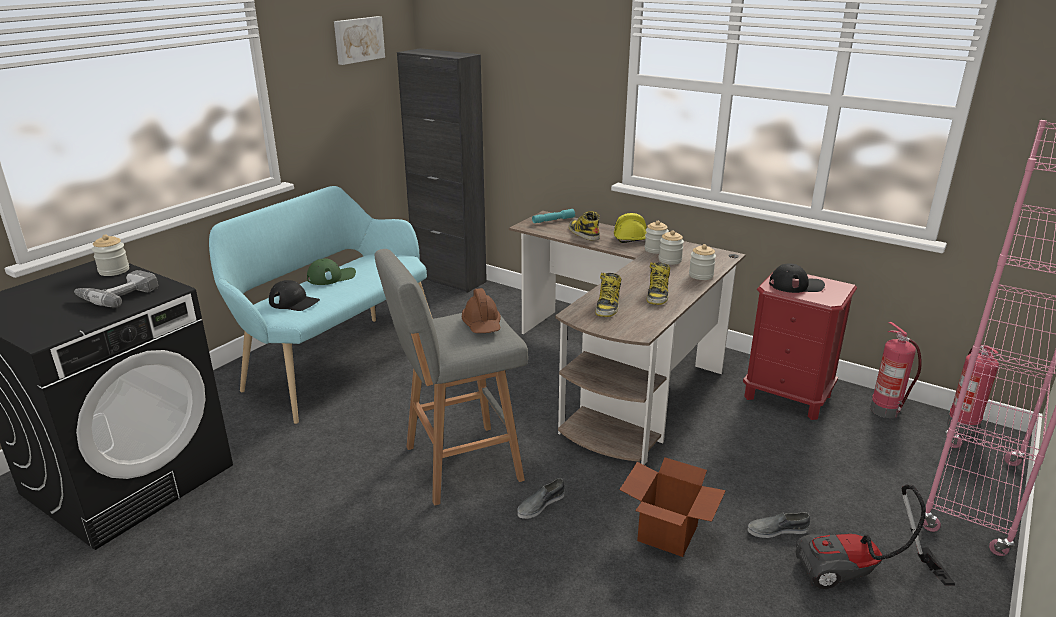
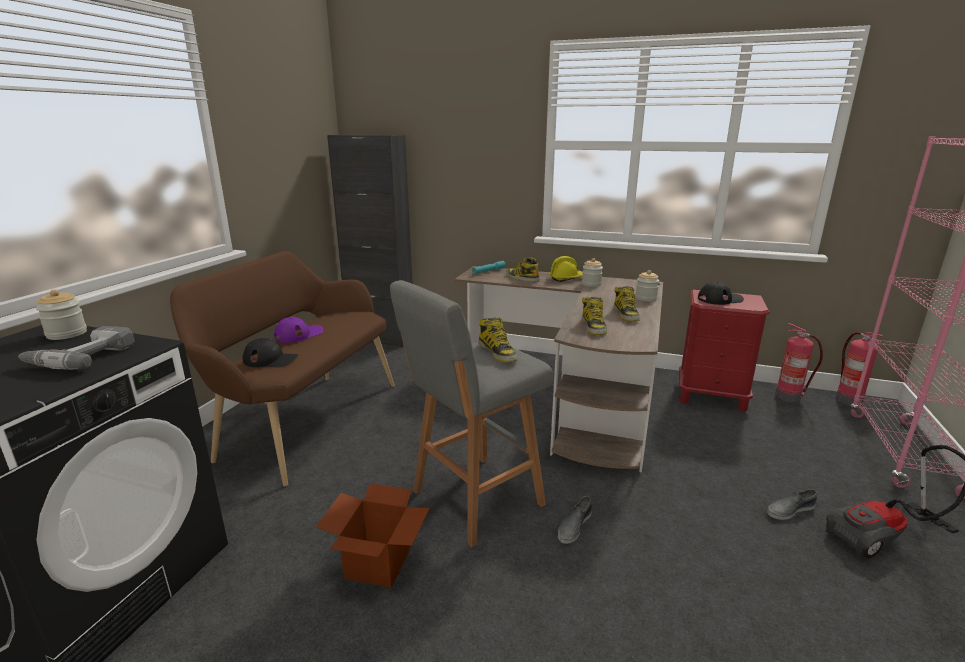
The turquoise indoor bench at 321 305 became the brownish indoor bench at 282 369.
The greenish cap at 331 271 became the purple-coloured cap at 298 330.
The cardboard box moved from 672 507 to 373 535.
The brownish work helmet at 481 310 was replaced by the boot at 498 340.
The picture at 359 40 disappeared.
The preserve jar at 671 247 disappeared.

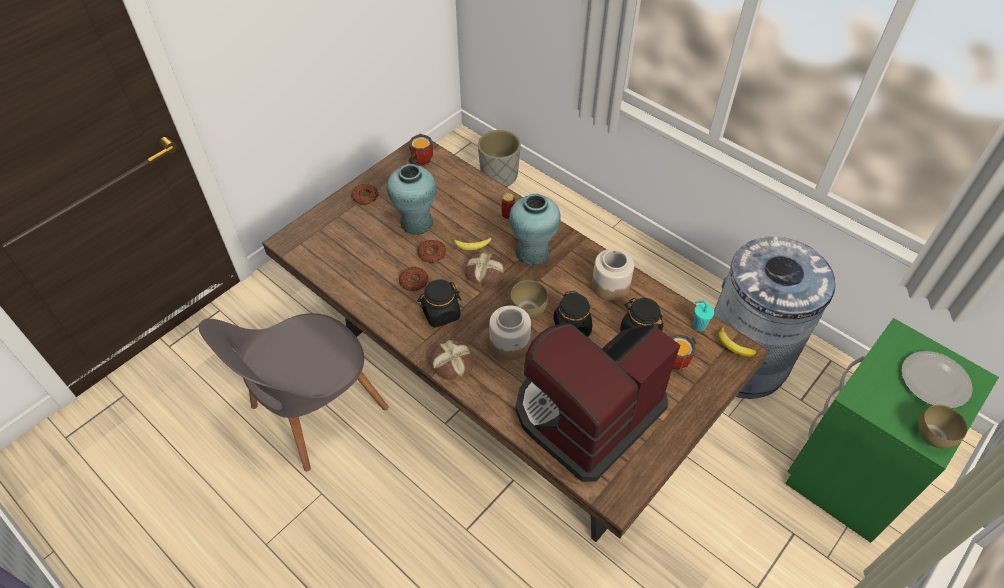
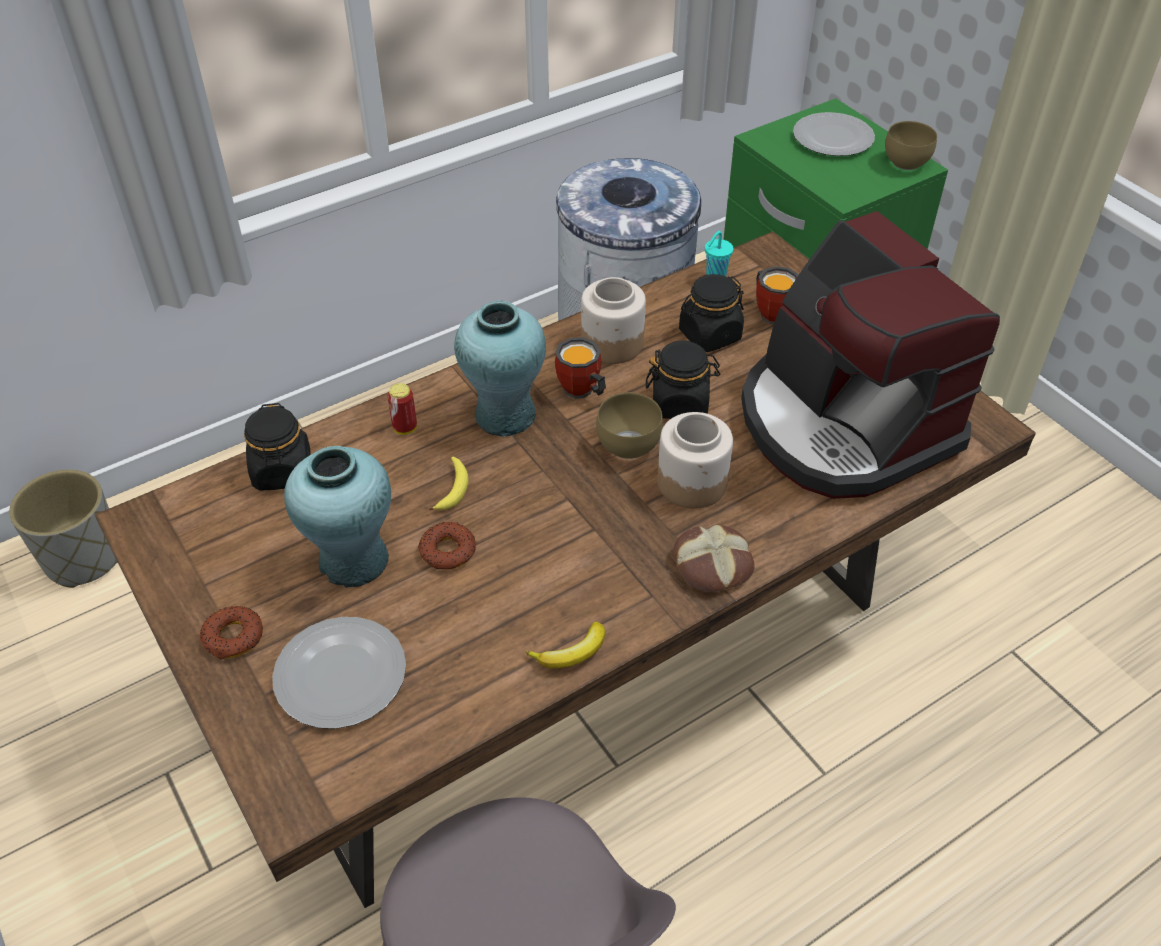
The blackish preserve jar moved from 439 303 to 277 447.
The dinner plate at 339 673 appeared.
The banana fruit moved from 737 342 to 565 645.
The coffee mug moved from 420 150 to 580 368.
The ring doughnut at 413 279 disappeared.
The bakery bread at 484 269 disappeared.

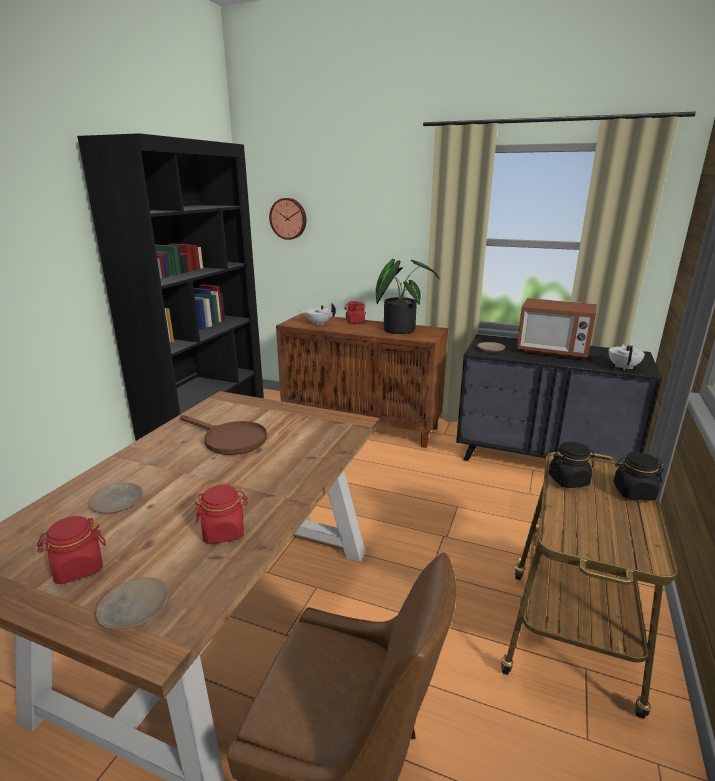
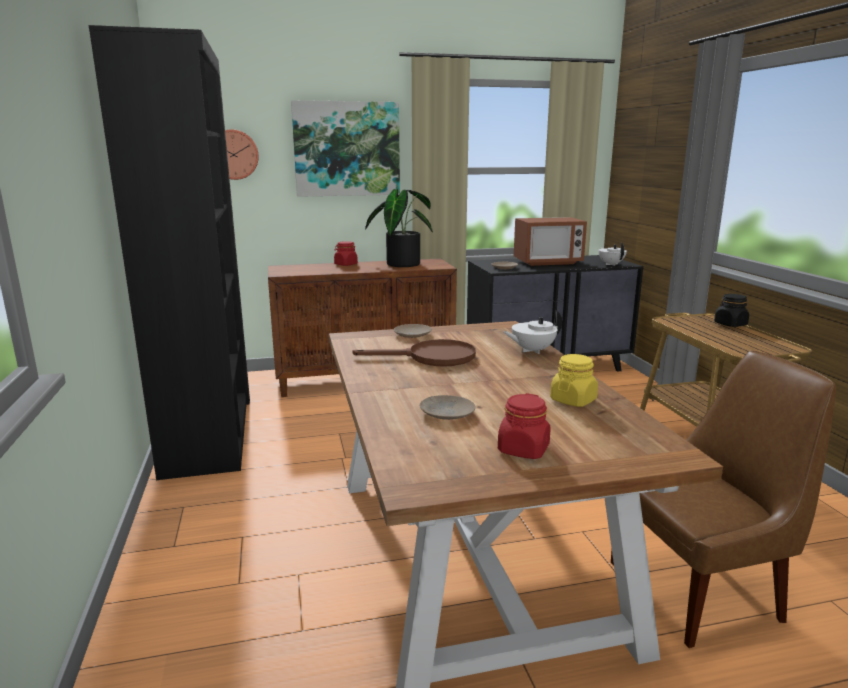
The picture at 345 148 appeared.
The sand-coloured dinner plate moved from 132 603 to 413 331.
The white-coloured pot for tea moved from 318 314 to 532 332.
The red-coloured preserve jar at 221 514 became the yellowish preserve jar at 574 380.
The blackish preserve jar at 571 464 disappeared.

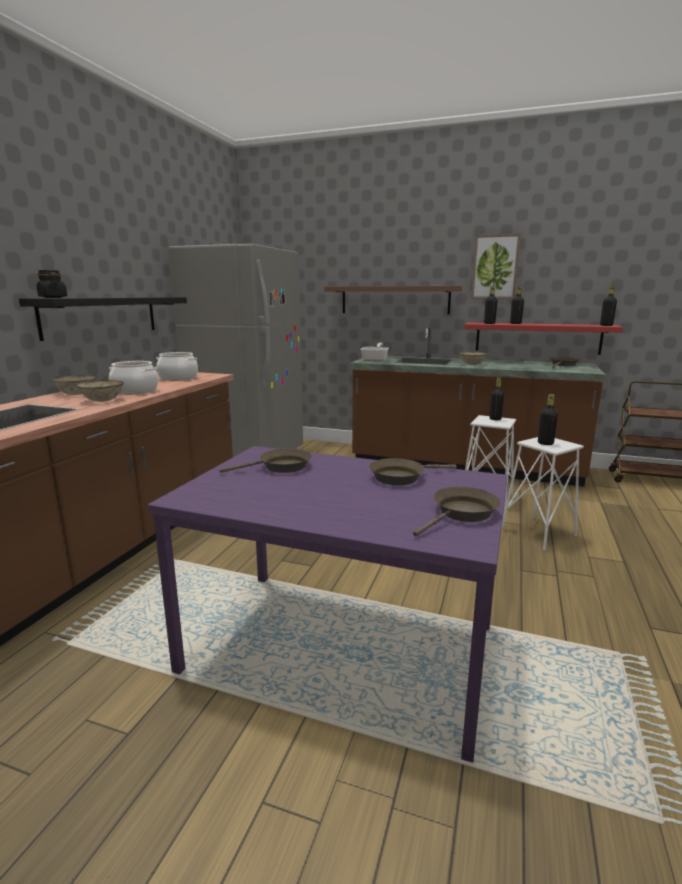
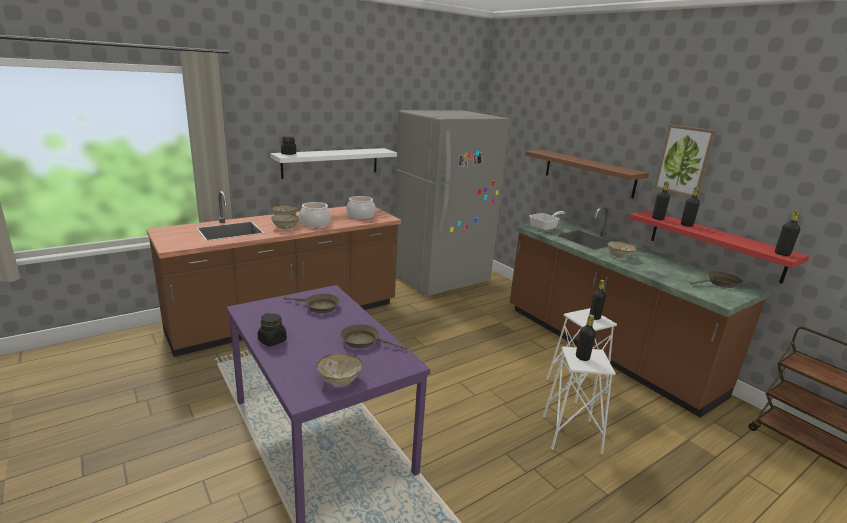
The blackish preserve jar at 272 329 appeared.
The blackish wall shelf at 103 319 became the white-coloured wall shelf at 333 163.
The brownish skillet at 457 511 was replaced by the bowl at 339 369.

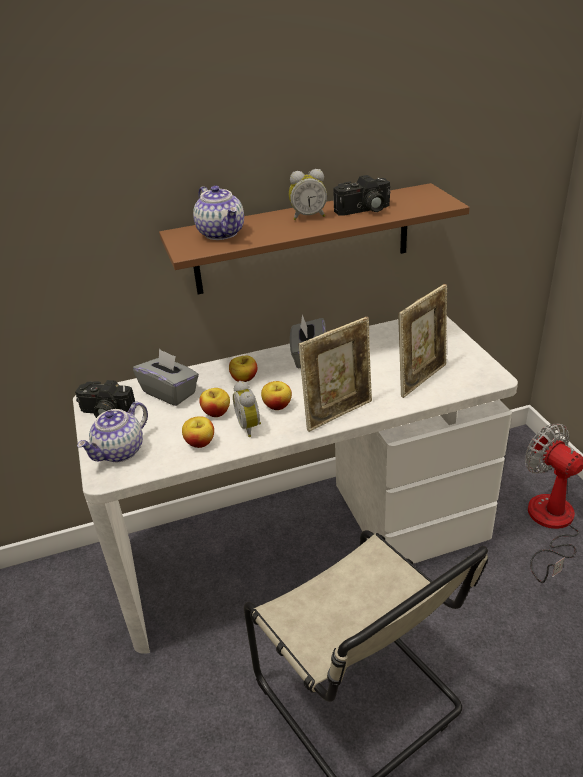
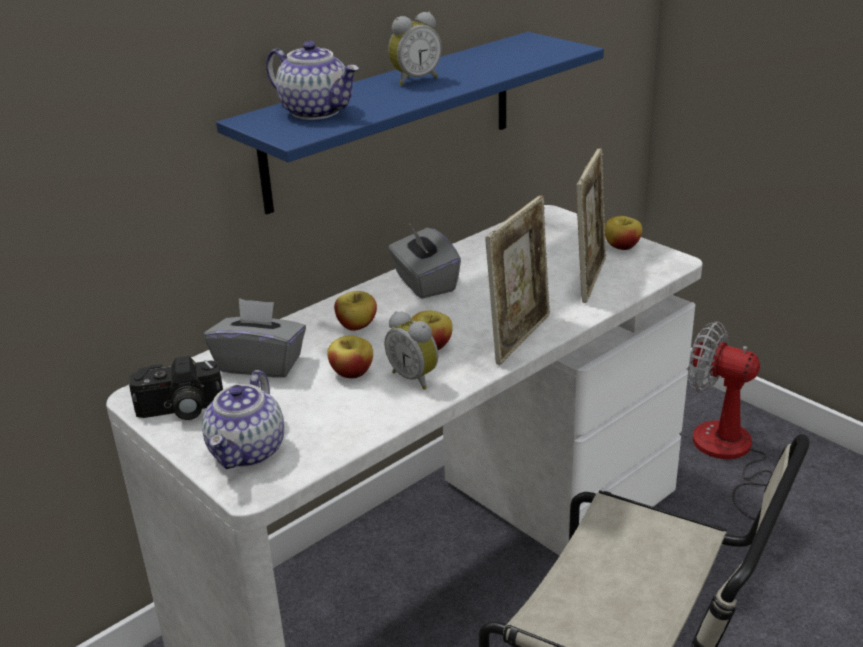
The brownish wall shelf at 314 238 became the blue wall shelf at 410 123.
The whole apple moved from 198 432 to 623 233.
The still camera at 361 195 disappeared.

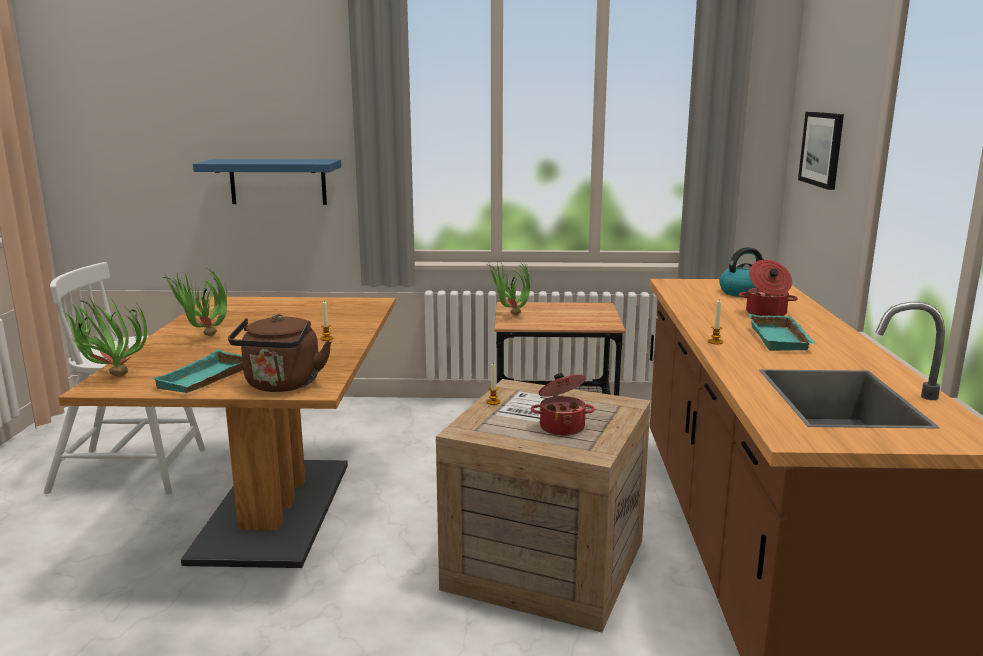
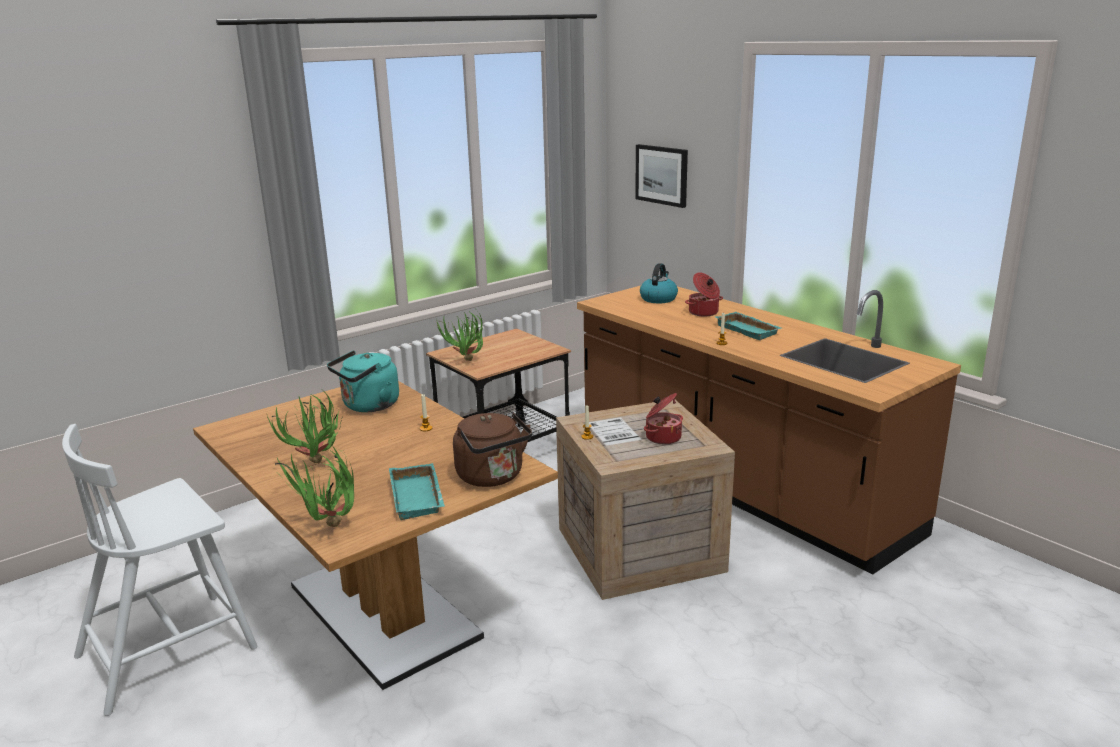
The turquoise kettle at 363 381 appeared.
The blue wall shelf at 267 182 disappeared.

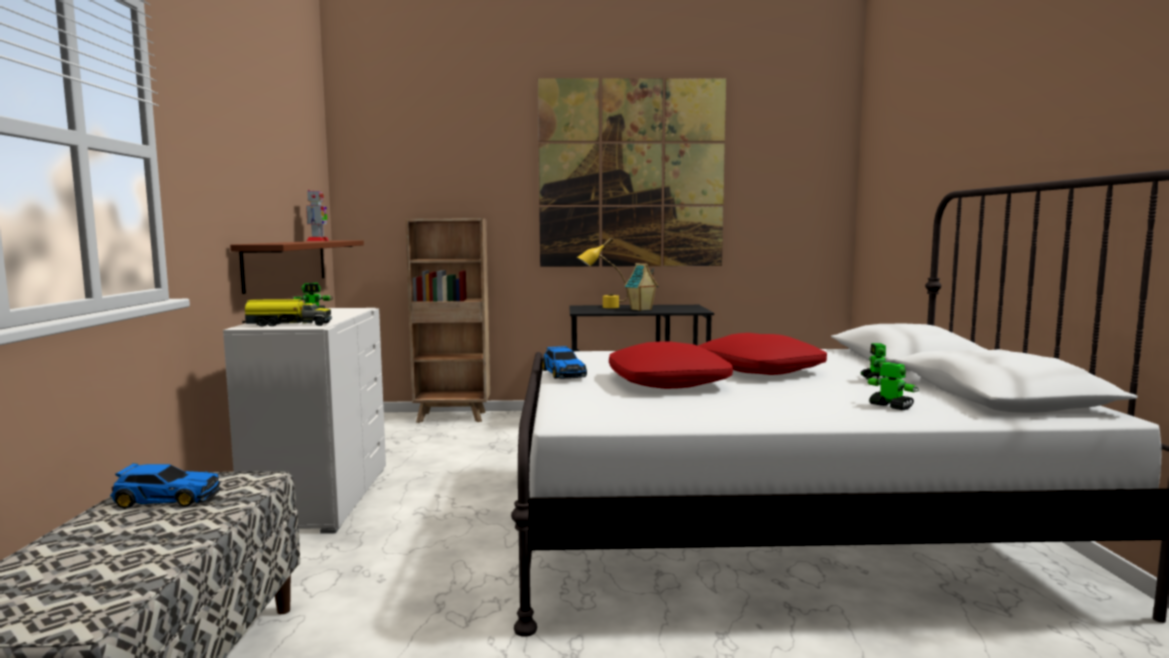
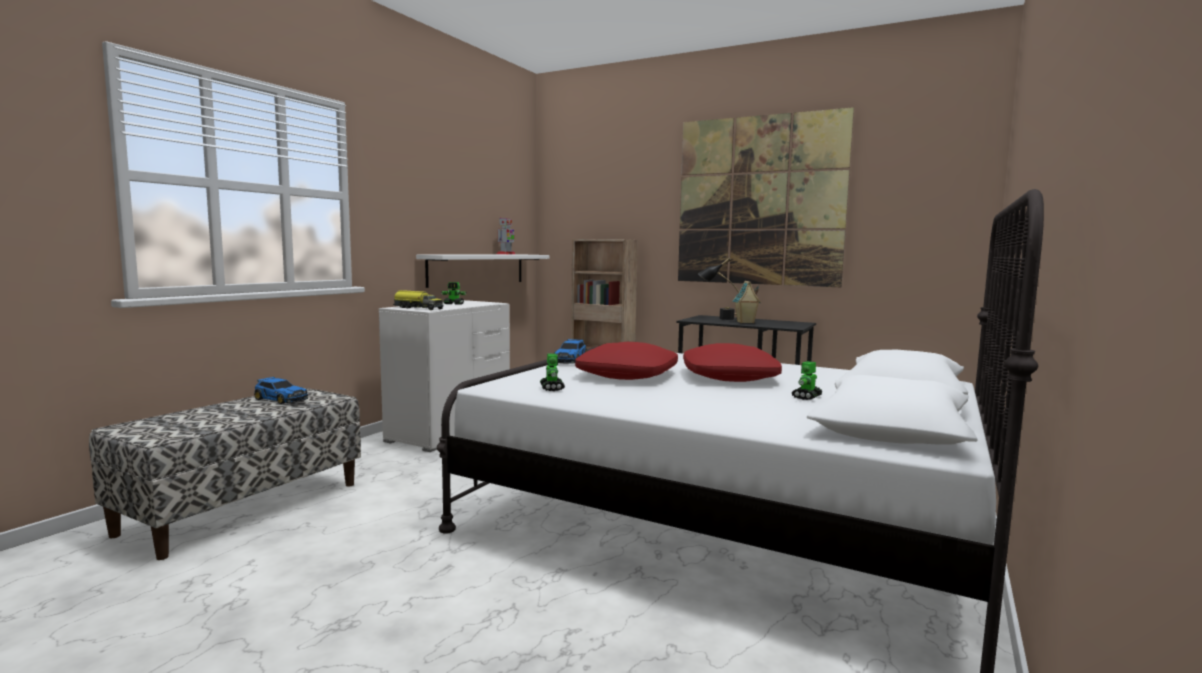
The brownish wall shelf at 297 267 became the white-coloured wall shelf at 483 271.
The model robot moved from 892 386 to 552 372.
The yellowish lamp for a table at 602 272 became the blackish lamp for a table at 718 289.

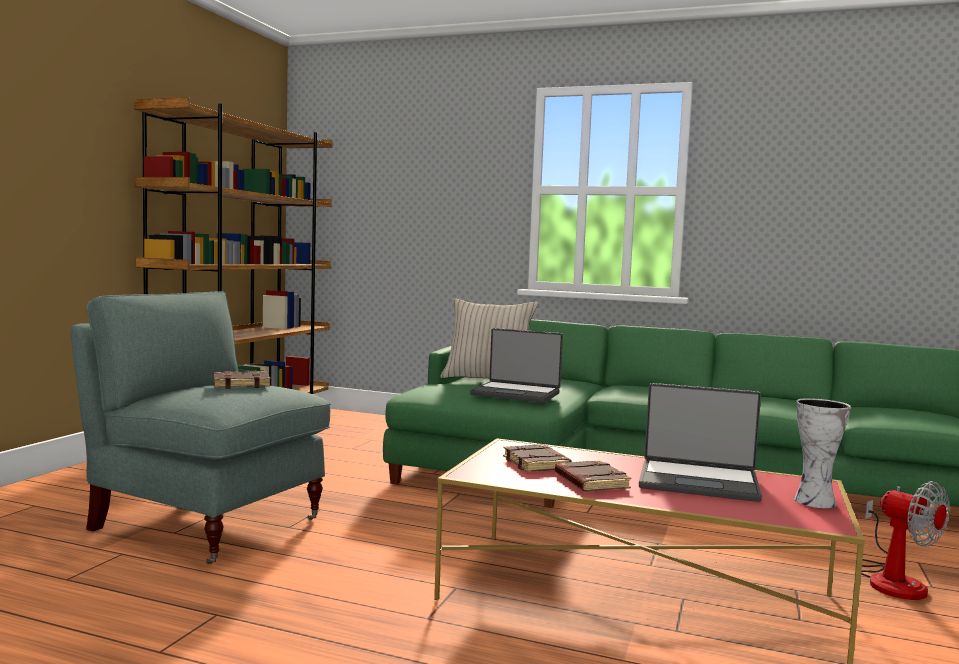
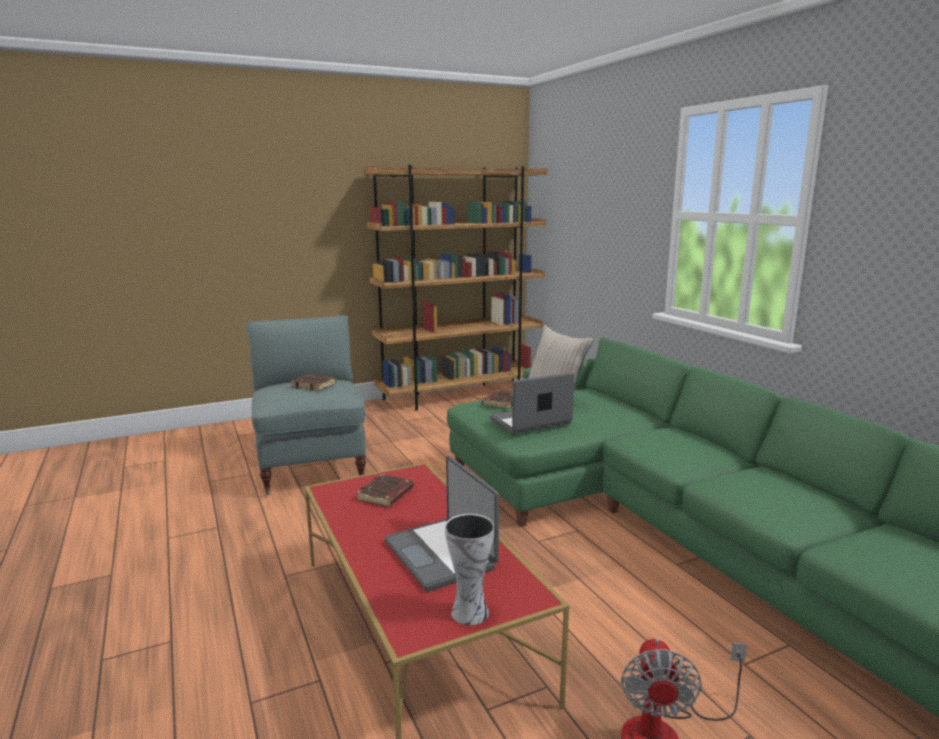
The brownish bound book moved from 593 476 to 497 399.
The portable computer at 516 365 turned 90 degrees clockwise.

